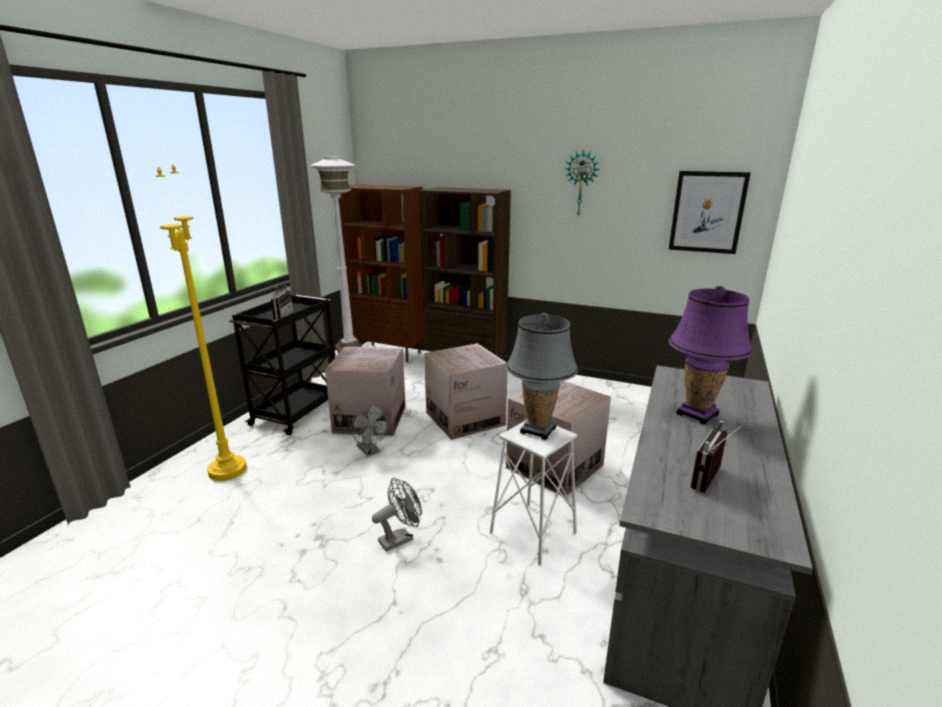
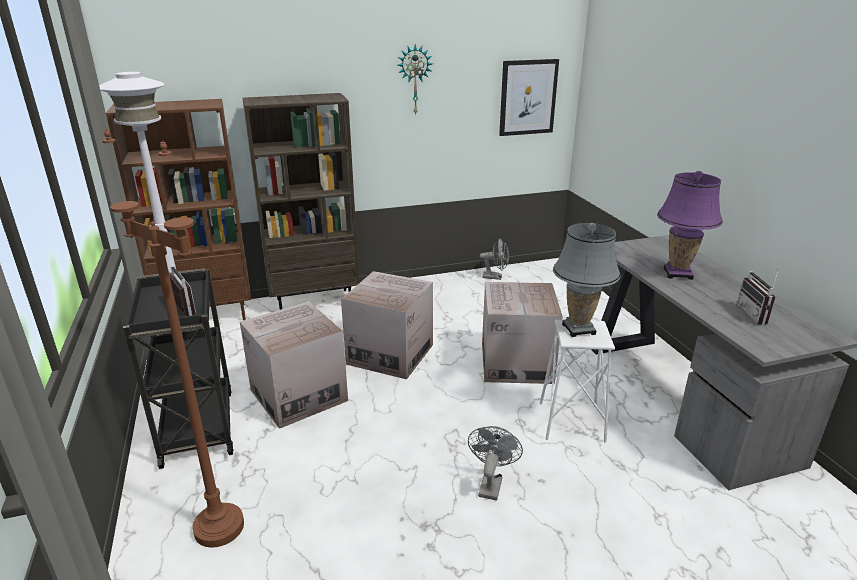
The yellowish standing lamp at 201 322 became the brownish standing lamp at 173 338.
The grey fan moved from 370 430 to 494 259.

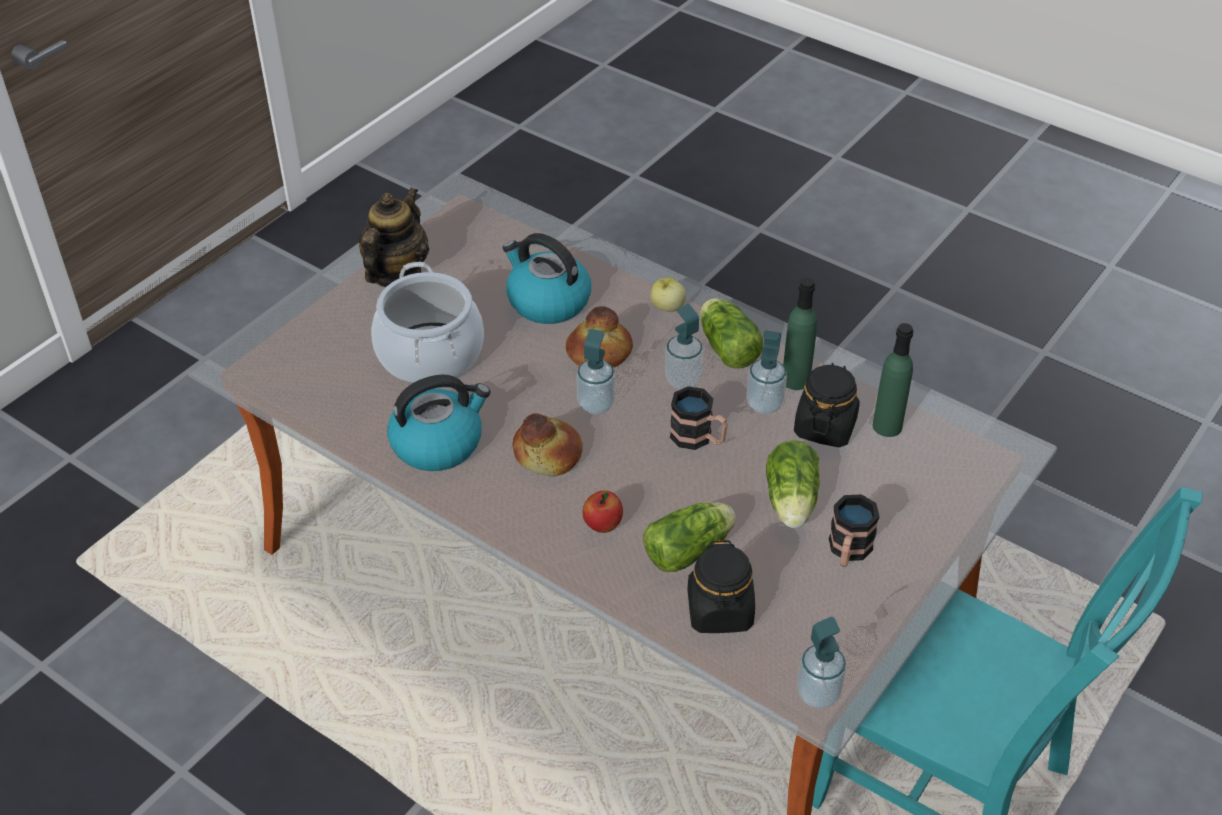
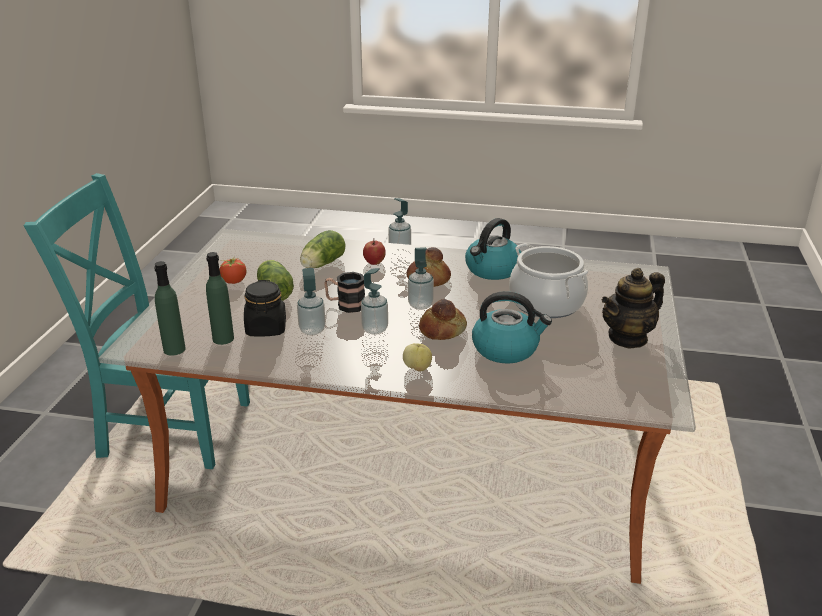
The greenish bottle moved from 800 334 to 170 308.
The coffee mug at 854 530 was replaced by the fresh tomato at 233 270.
The soap bottle moved from 821 663 to 399 226.
The pot for tea at 394 237 turned 60 degrees clockwise.
The blackish preserve jar at 721 586 disappeared.
The lettuce at 731 333 disappeared.

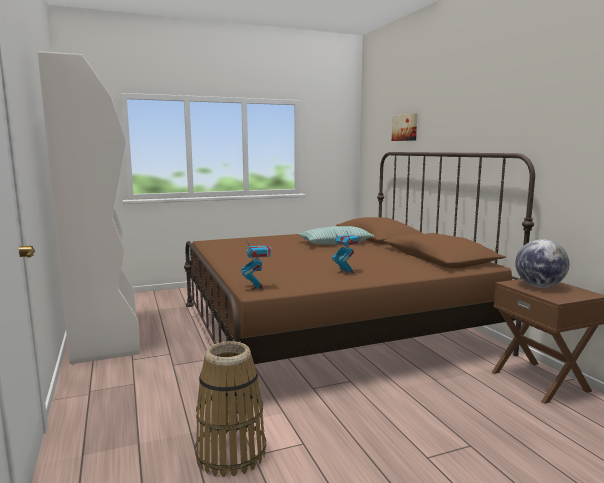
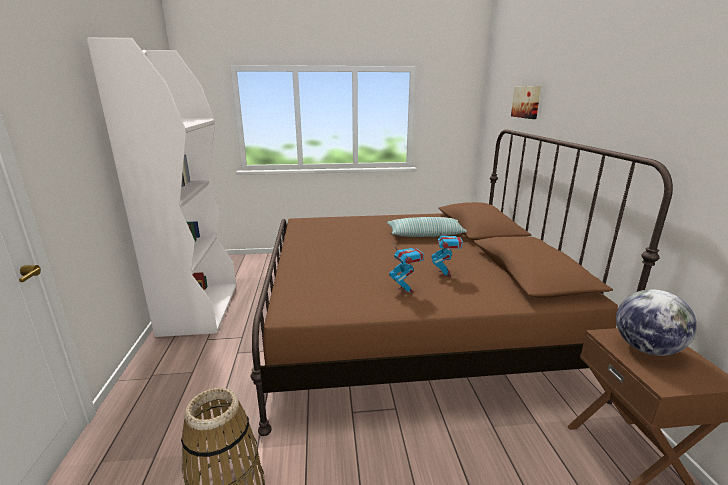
The model robot moved from 256 264 to 447 252.

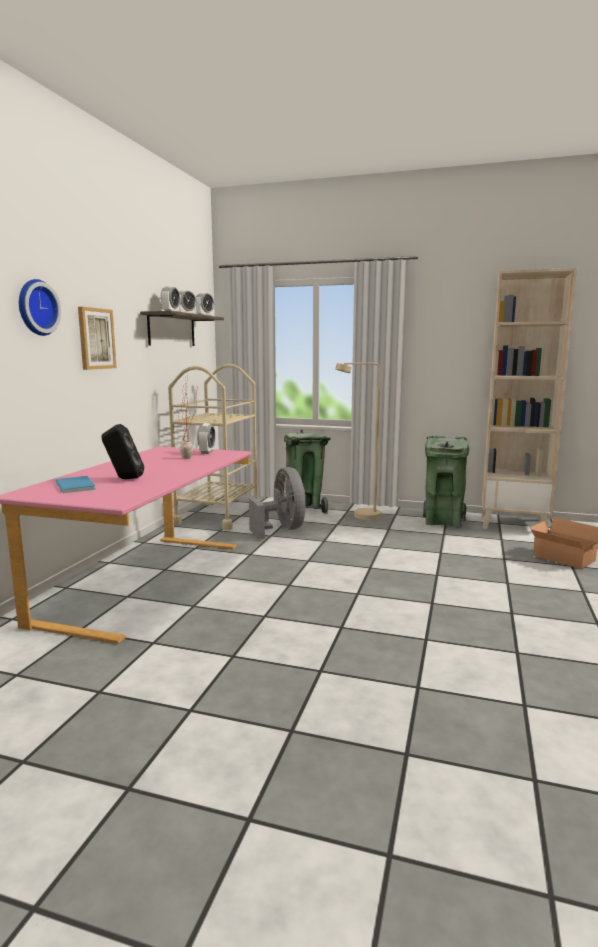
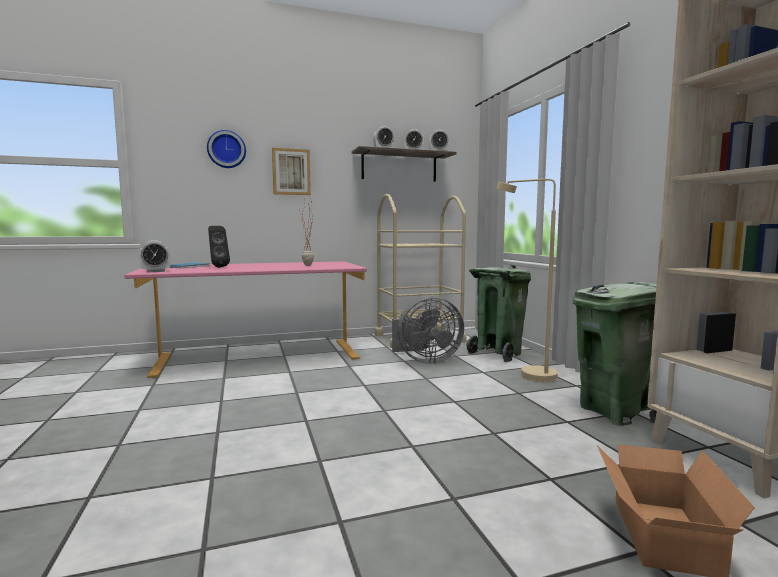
The table clock moved from 206 438 to 154 256.
The grey fan at 277 503 turned 45 degrees clockwise.

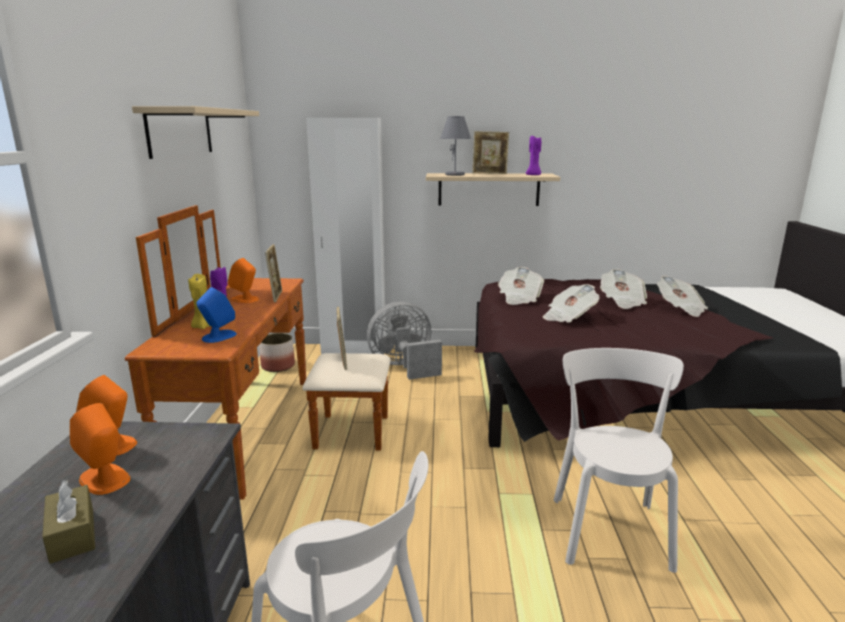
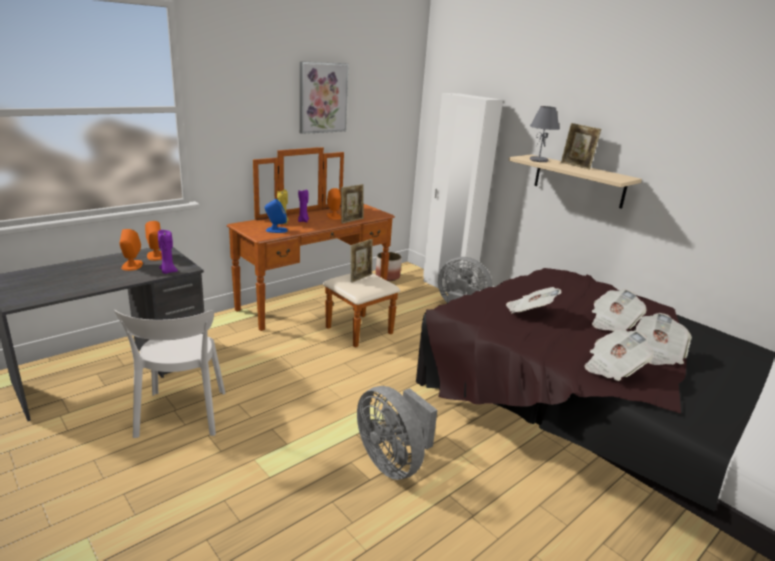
The purple-coloured candle moved from 533 155 to 168 252.
The sand-coloured wall shelf at 195 132 was replaced by the picture at 324 97.
The white-coloured upright chair at 619 460 was replaced by the grey fan at 397 433.
The printed paper moved from 521 286 to 619 355.
The brownish box of tissues at 68 522 disappeared.

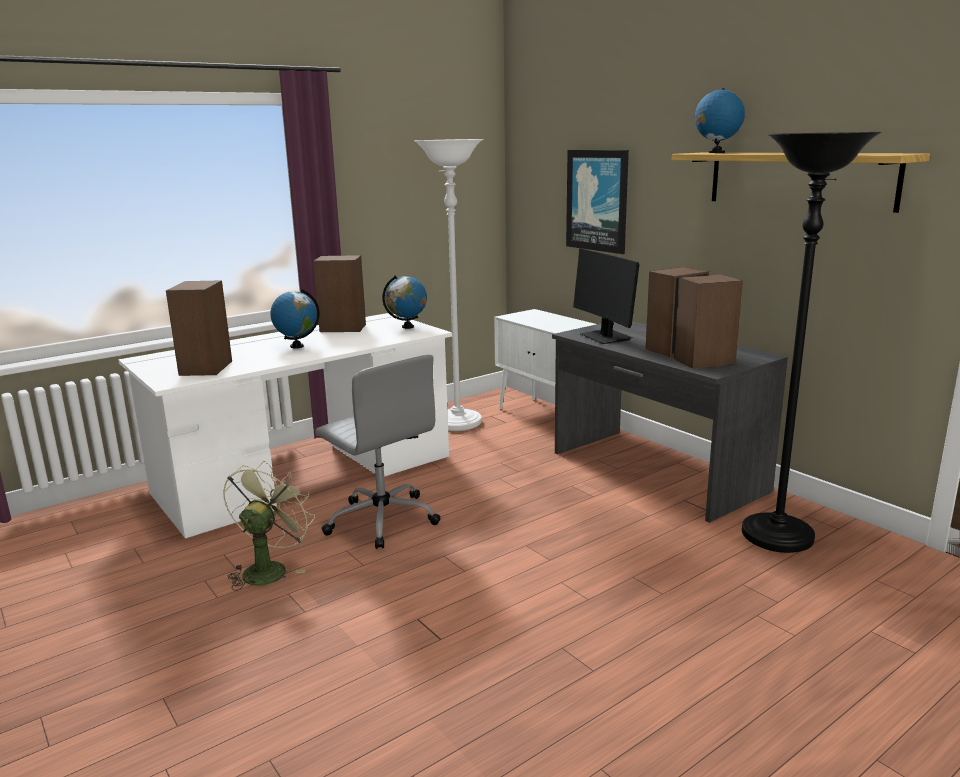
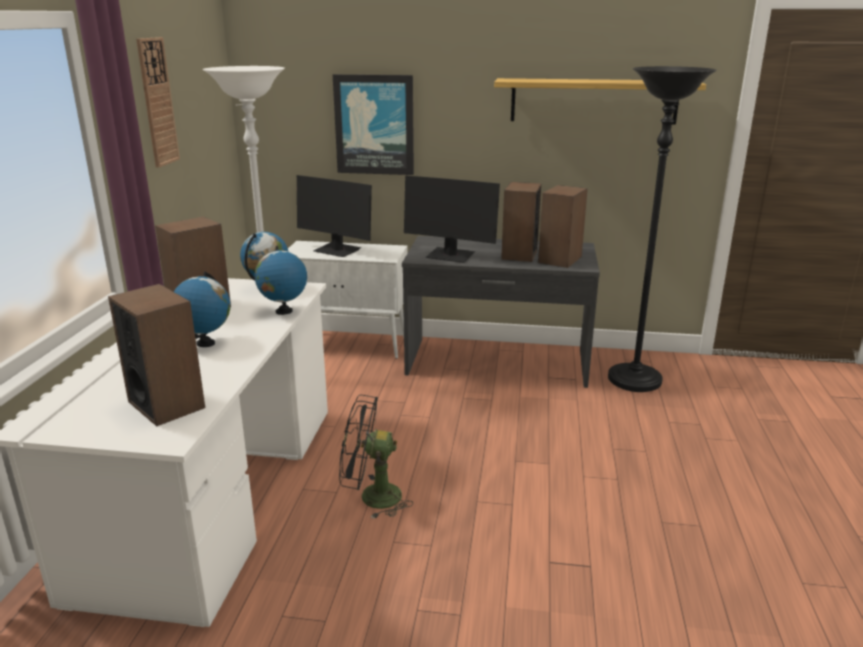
The clock on the wall at 158 102 appeared.
The globe moved from 720 120 to 281 280.
The monitor at 334 216 appeared.
The grey desk chair at 378 451 was replaced by the blackish fan at 376 457.
The greenish fan at 269 526 disappeared.

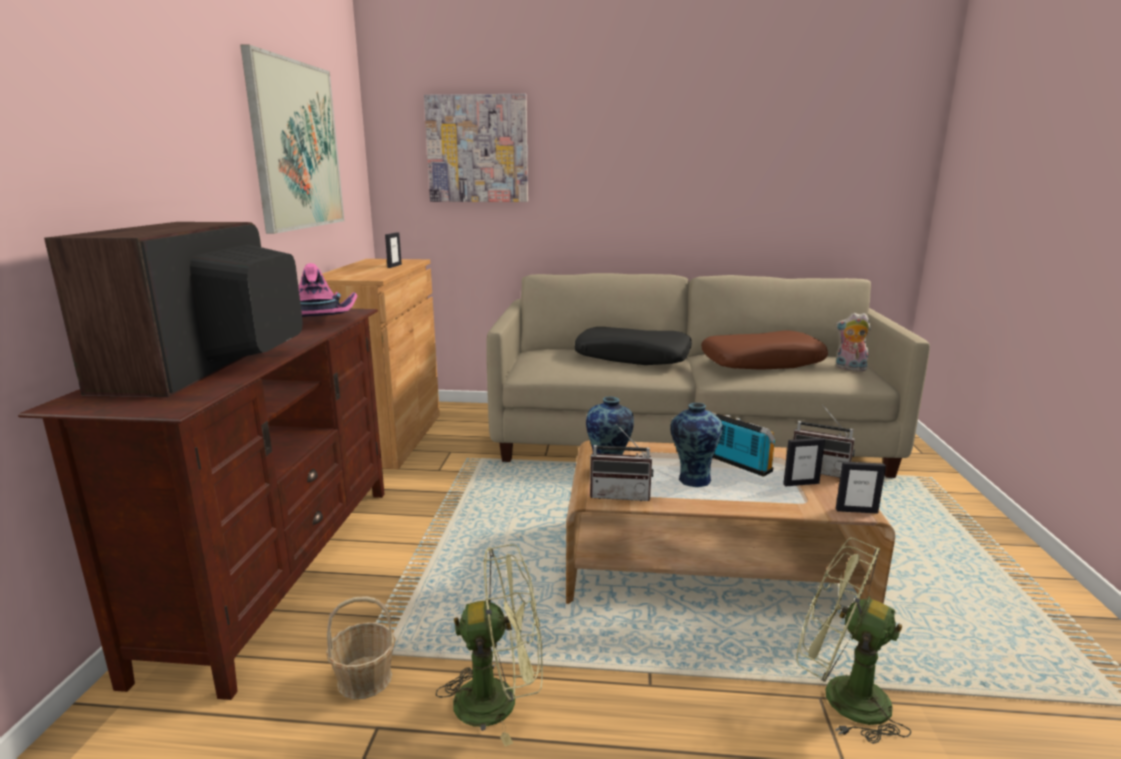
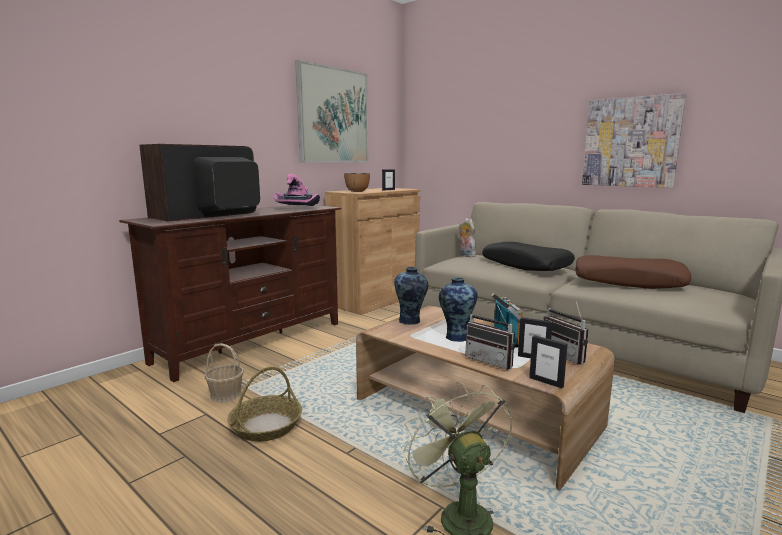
The greenish fan at 489 645 was replaced by the household basket at 264 404.
The bowl at 357 182 appeared.
The soft toy moved from 853 342 to 467 237.
The radio receiver moved from 621 462 to 490 336.
The picture moved from 476 148 to 634 140.

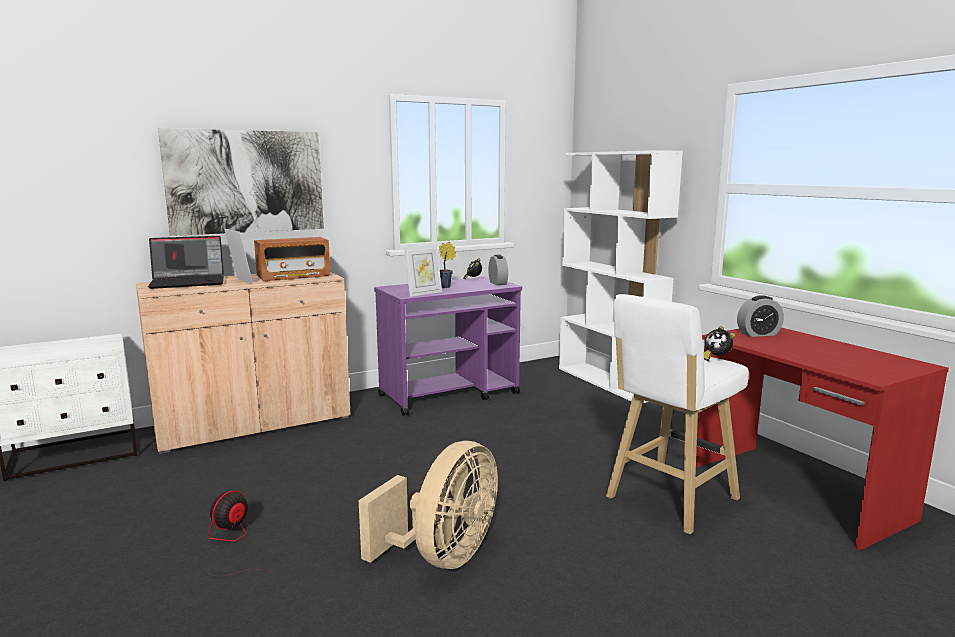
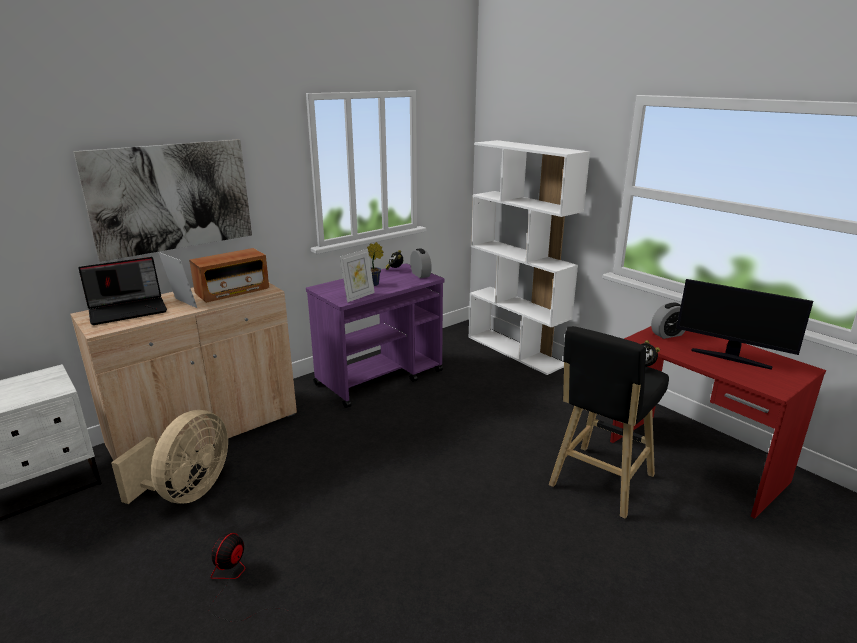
The sand-coloured fan moved from 428 505 to 169 457.
The white-coloured stool seat at 677 414 became the blackish stool seat at 609 422.
The monitor at 744 324 appeared.

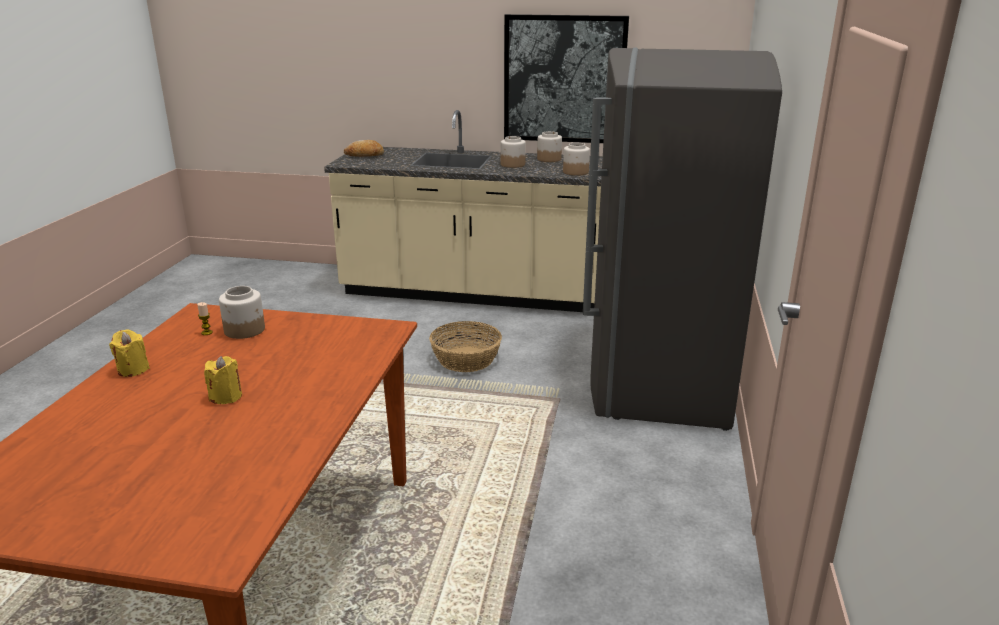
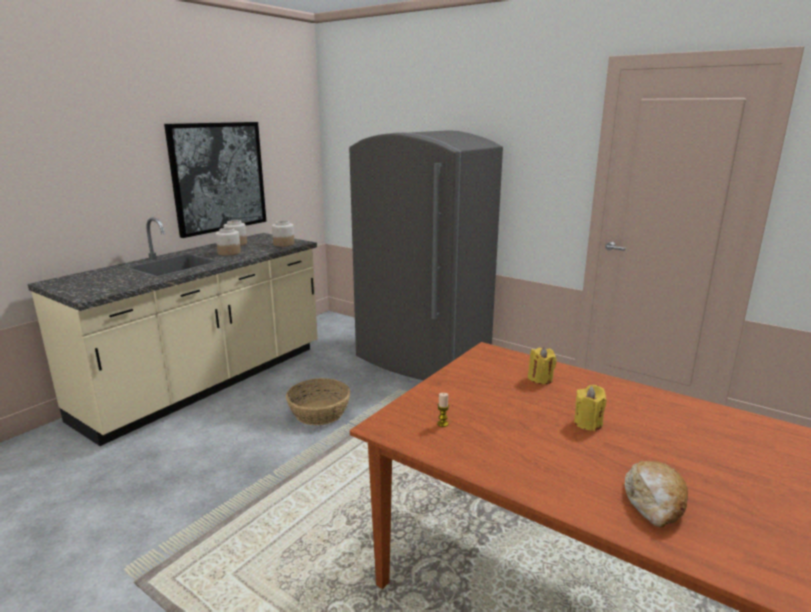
The yellowish candle moved from 129 353 to 542 365.
The bakery bread moved from 364 148 to 656 494.
The preserve jar at 242 312 disappeared.

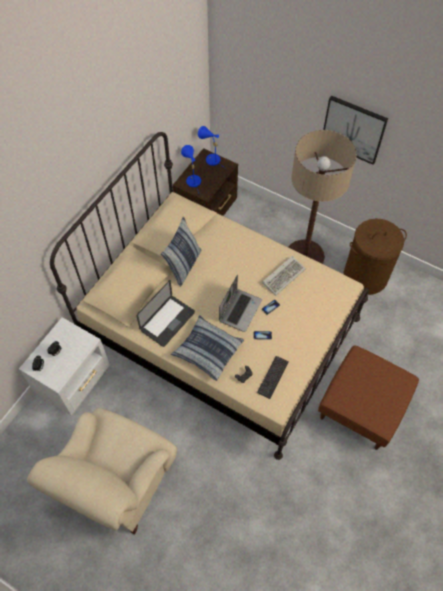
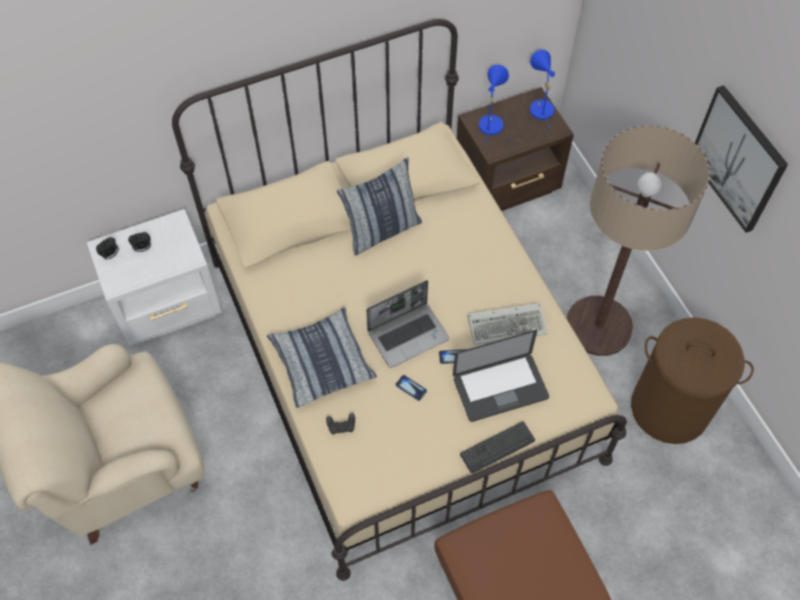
The portable computer moved from 166 313 to 501 376.
The PC keyboard moved from 273 377 to 497 447.

